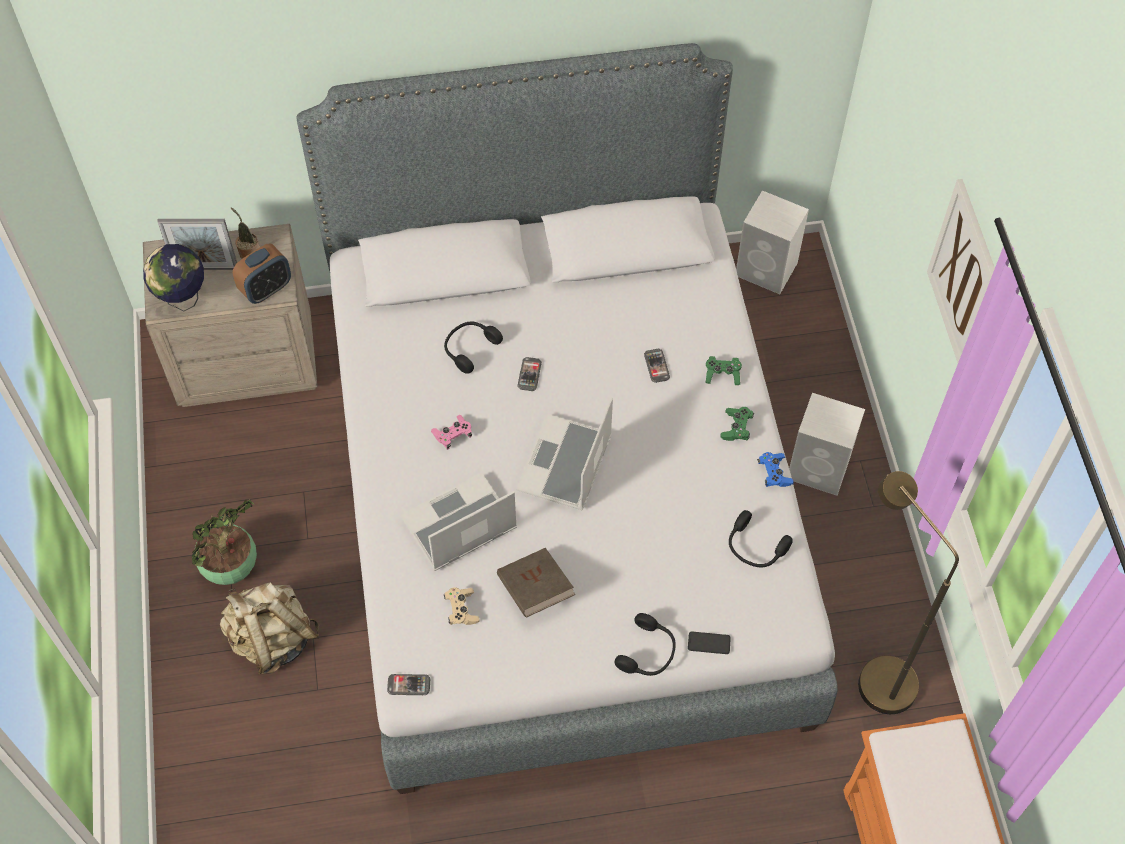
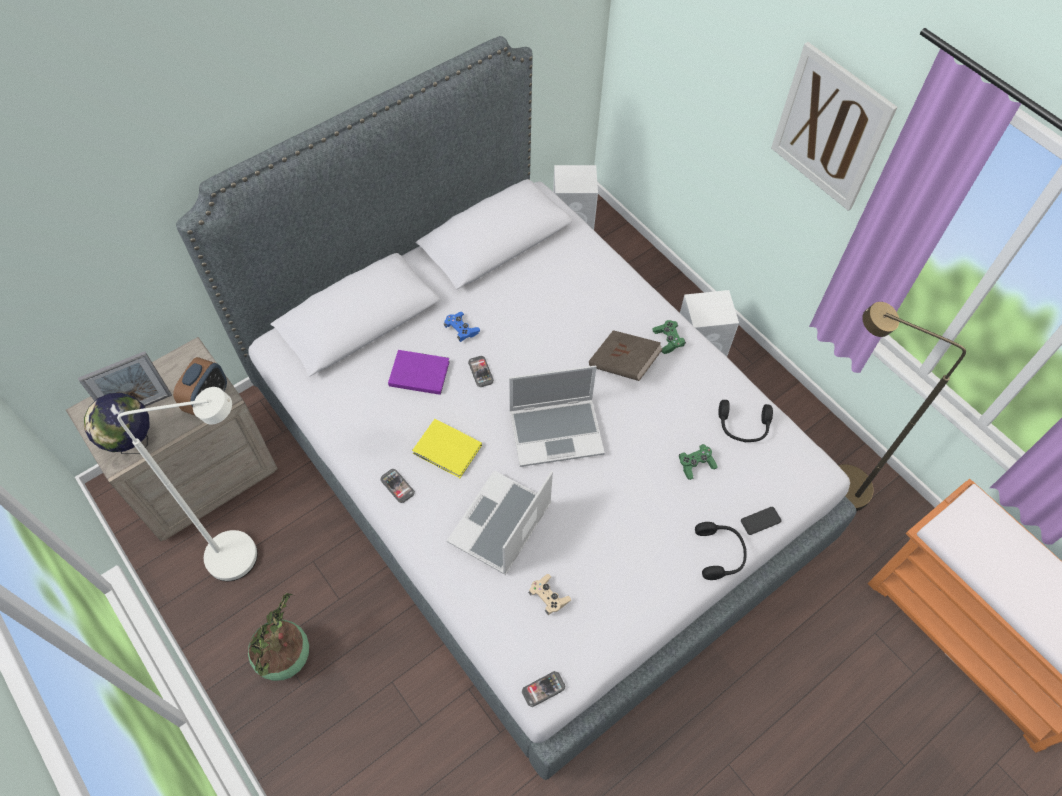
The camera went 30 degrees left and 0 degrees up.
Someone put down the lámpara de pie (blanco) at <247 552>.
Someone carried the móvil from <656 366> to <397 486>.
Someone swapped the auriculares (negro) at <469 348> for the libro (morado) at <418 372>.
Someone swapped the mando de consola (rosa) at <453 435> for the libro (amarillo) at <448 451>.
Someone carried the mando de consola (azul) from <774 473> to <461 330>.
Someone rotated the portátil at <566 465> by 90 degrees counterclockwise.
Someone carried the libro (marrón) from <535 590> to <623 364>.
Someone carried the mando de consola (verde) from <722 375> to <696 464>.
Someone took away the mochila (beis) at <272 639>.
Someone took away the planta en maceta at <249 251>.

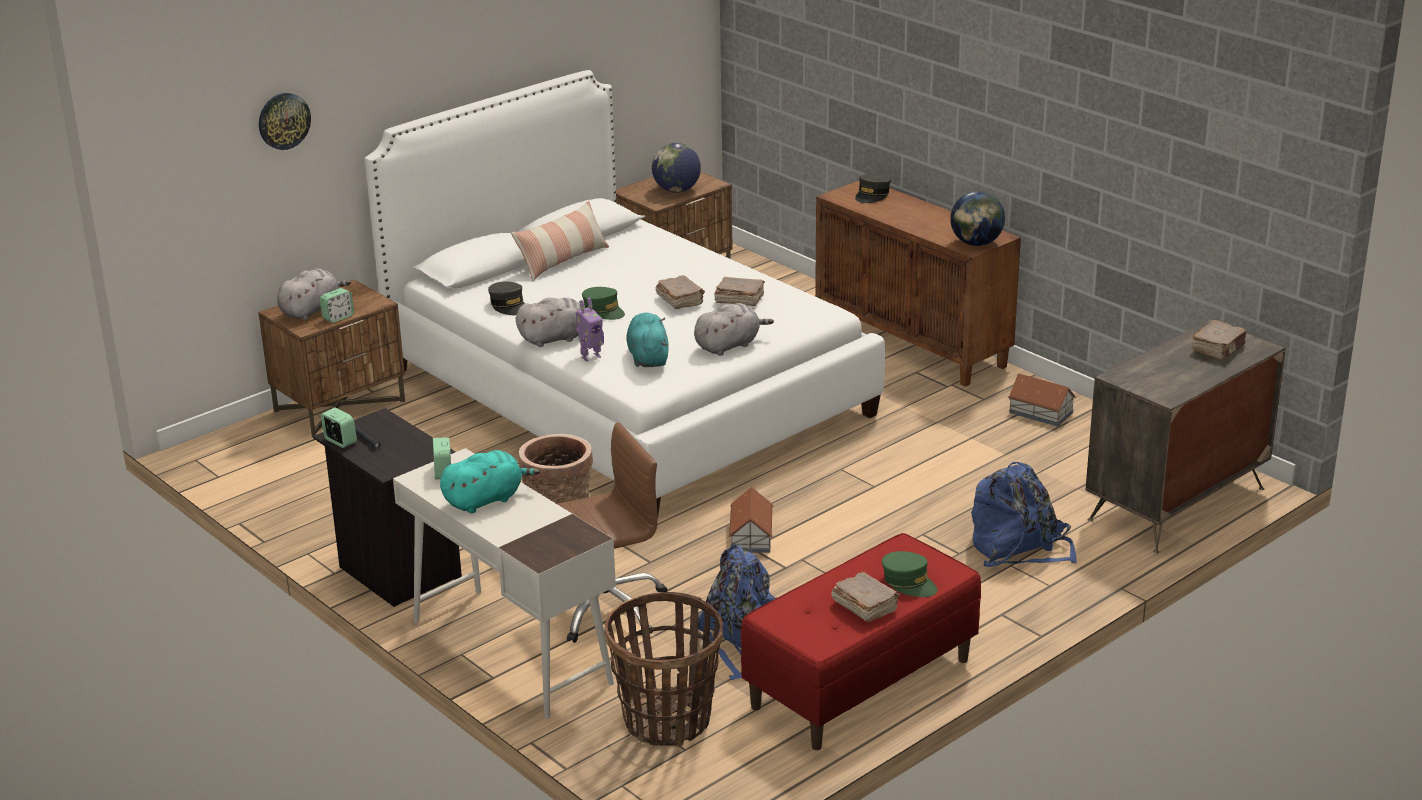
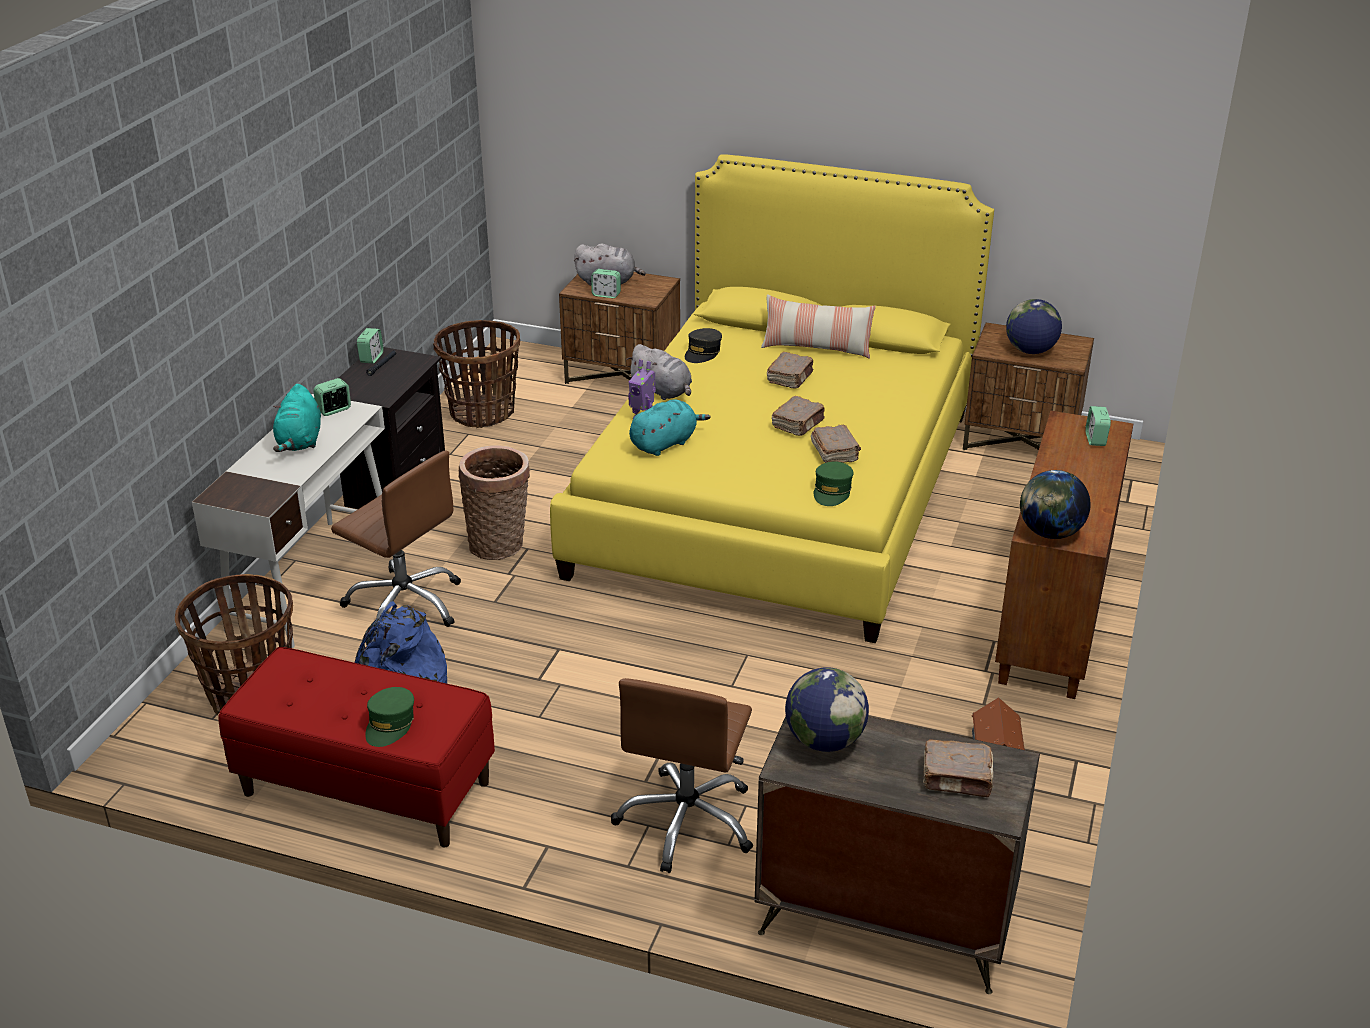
The camera went 60 degrees right and 5 degrees up.
Someone rotated the peluche (turquesa) at <486 500> by 60 degrees clockwise.
Someone put down the cesta at <482 413>.
Someone repainted the cama (blanco) at <626 391>, which became the cama (amarillo) at <777 491>.
Someone swapped the mochila (azul) at <1019 548> for the silla de oficina (marrón) at <687 821>.
Someone carried the libro (marrón) from <864 606> to <790 378>.
Someone put down the globo terráqueo at <824 741>.
Someone carried the gorra (verde) from <603 310> to <832 491>.
Someone swapped the gorra (gris) at <872 195> for the despertador at <1095 439>.
Someone took away the reloj de pared at <283 120>.
Someone took away the peluche (gris) at <729 345>.
Someone took away the casita at <750 536>.

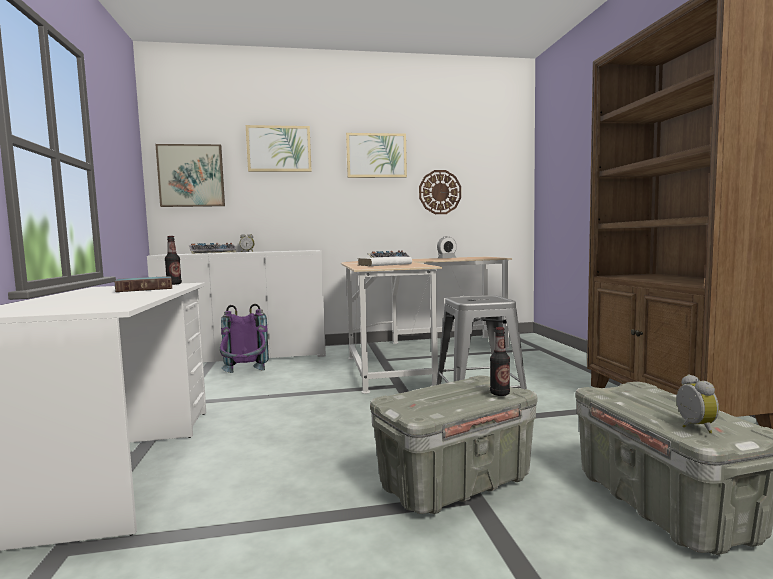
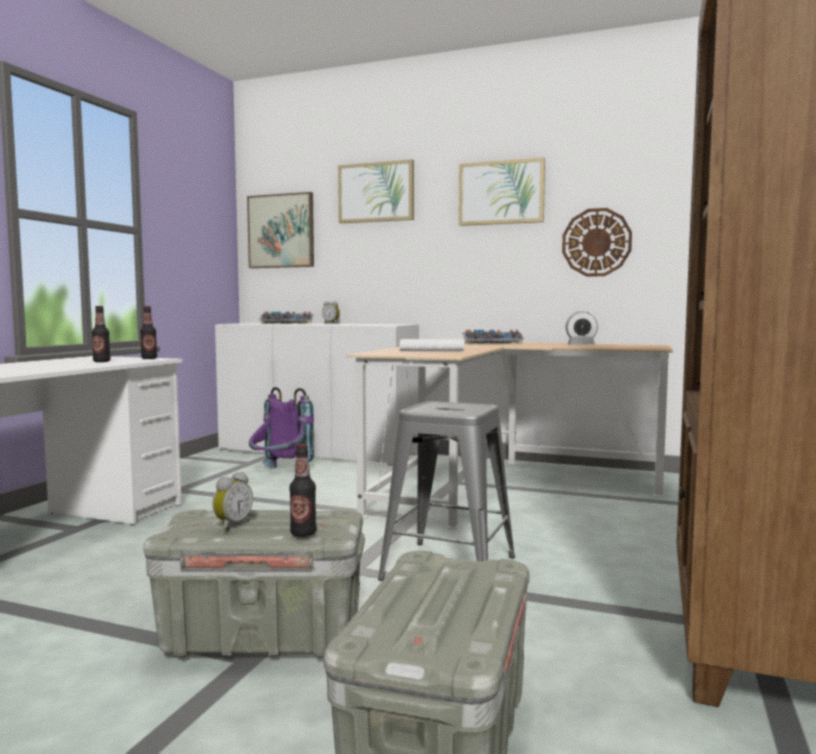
The camera went 30 degrees right and 0 degrees up.
Someone swapped the libro at <146 289> for the botella at <101 361>.
Someone carried the despertador from <693 427> to <231 525>.

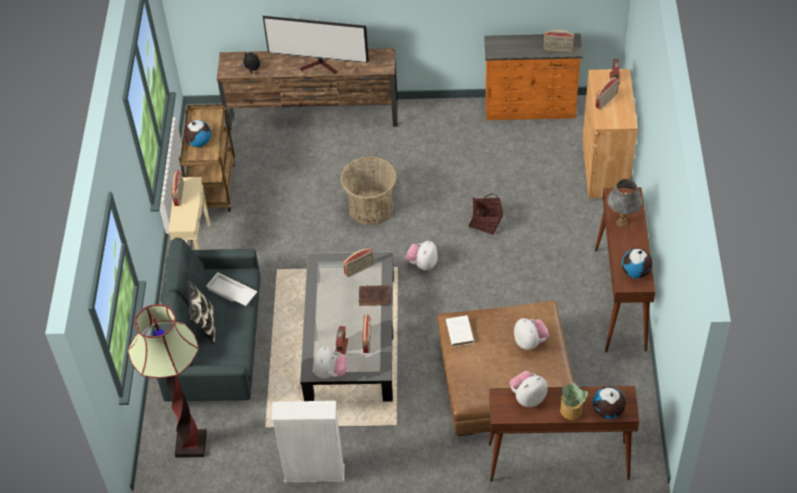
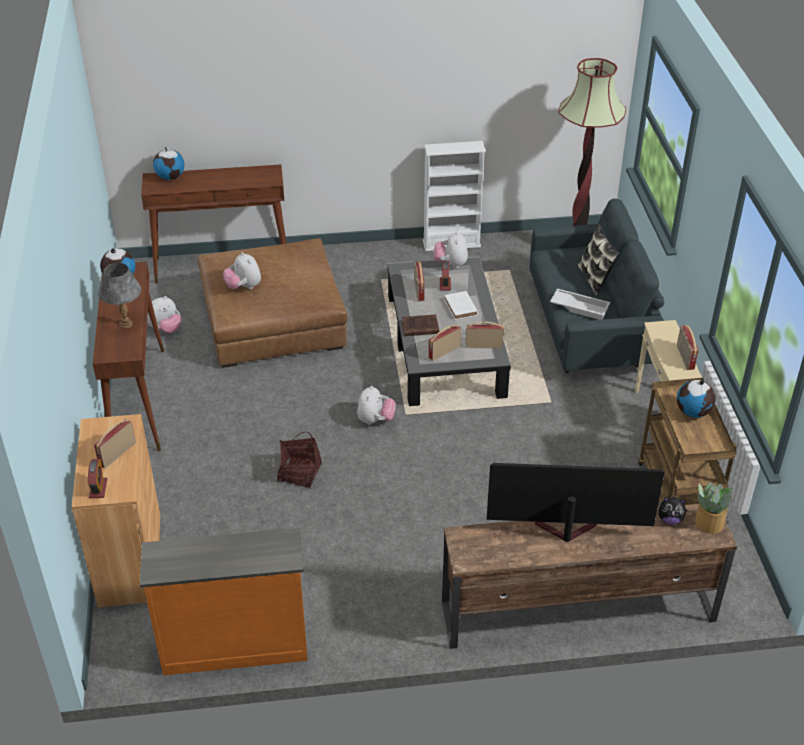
The camera went 170 degrees right and 10 degrees down.
Someone carried the peluche from <527 397> to <165 329>.
Someone carried the libro (blanco) from <459 331> to <461 308>.
Someone carried the radio from <558 49> to <484 345>.
Someone carried the planta en maceta from <571 411> to <708 523>.
Someone took away the cesta at <371 207>.

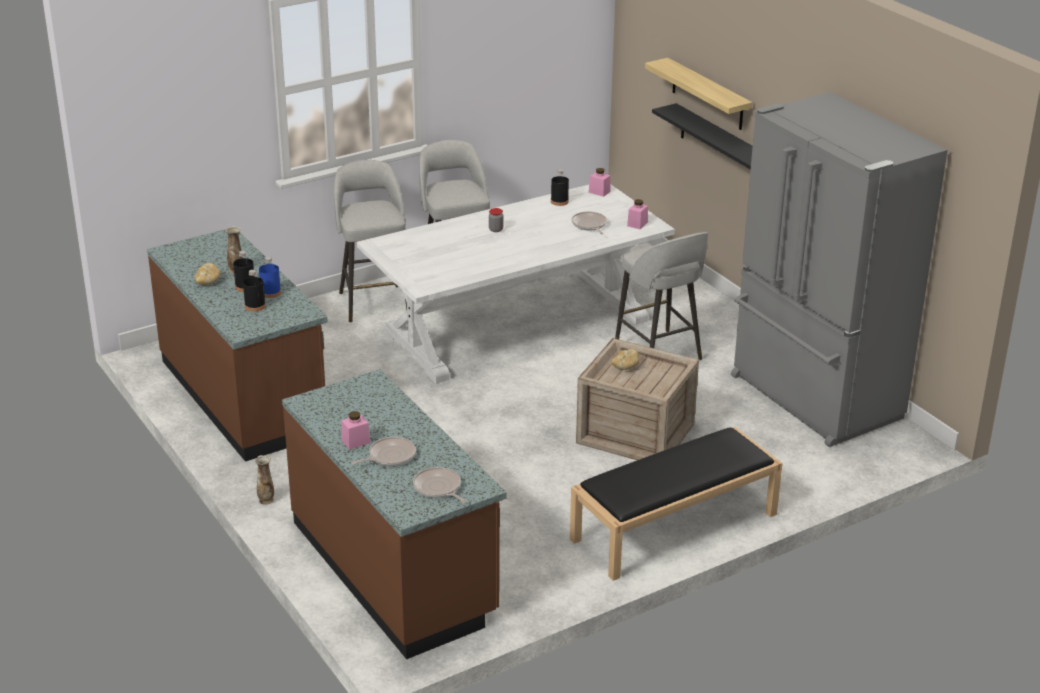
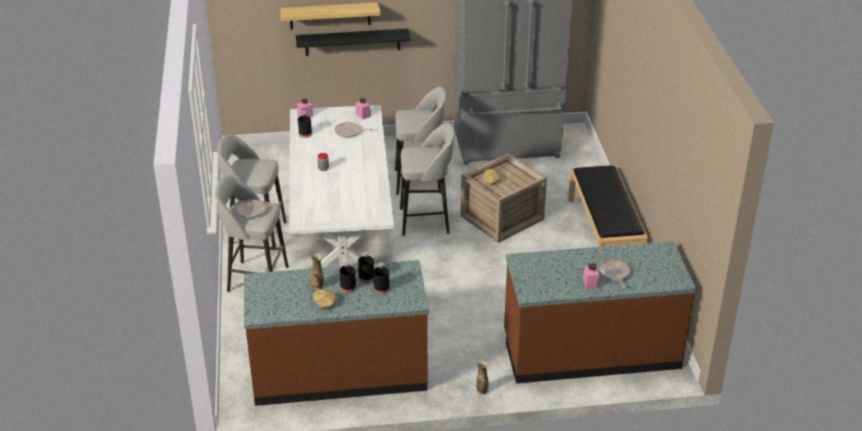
The camera went 65 degrees left and 5 degrees up.
Someone carried the sartén from <438 488> to <253 211>.
Someone repainted the botella (azul) at <270 293>, which became the botella (negro) at <366 277>.
Someone put down the taburete (gris) at <426 221>.

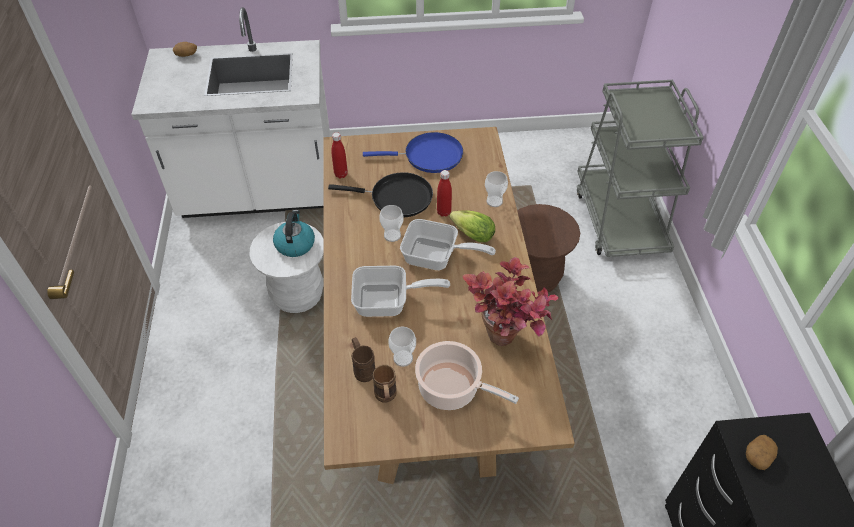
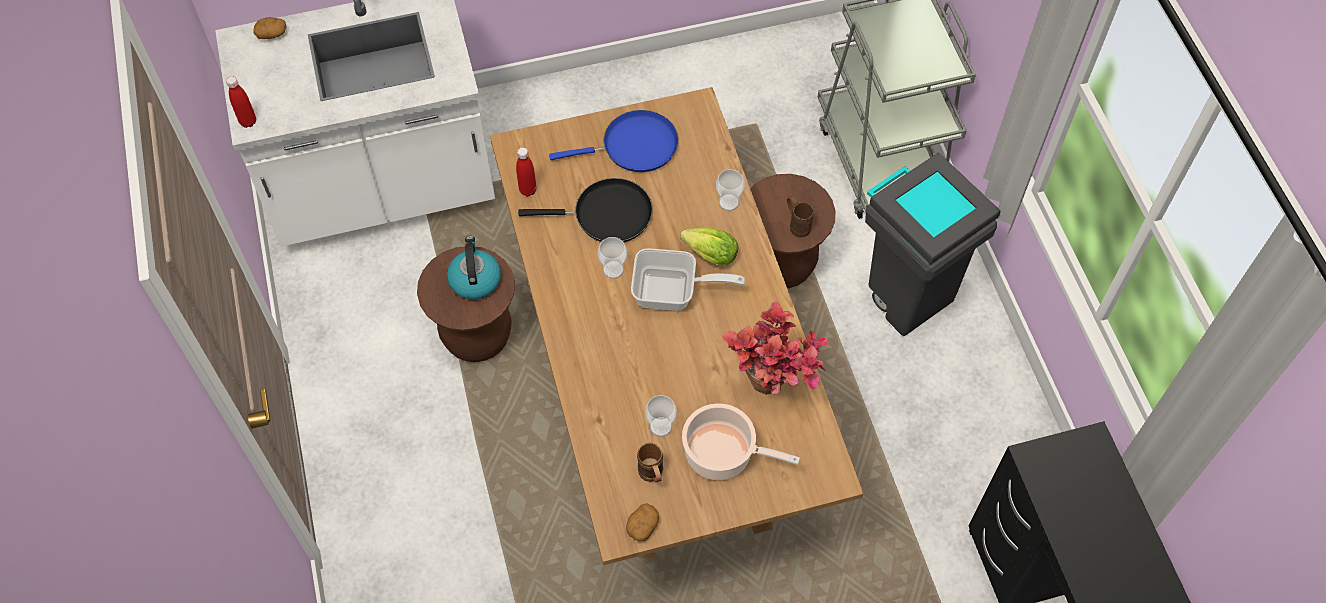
The camera went 10 degrees left and 10 degrees up.
Someone carried the botella (rojo) from <444 212> to <248 122>.
Someone repainted the taburete (blanco) at <298 295>, which became the taburete (marrón) at <477 336>.
Someone carried the patata from <757 456> to <642 526>.
Someone carried the taza grande (marrón) from <362 368> to <797 225>.
Someone put down the papelera (gris) at <904 295>.
Someone took away the sartén at <389 302>.

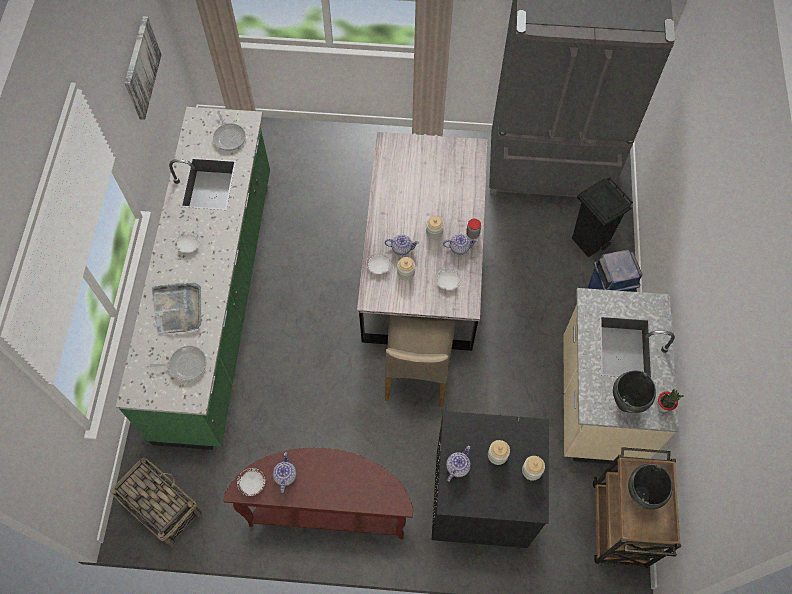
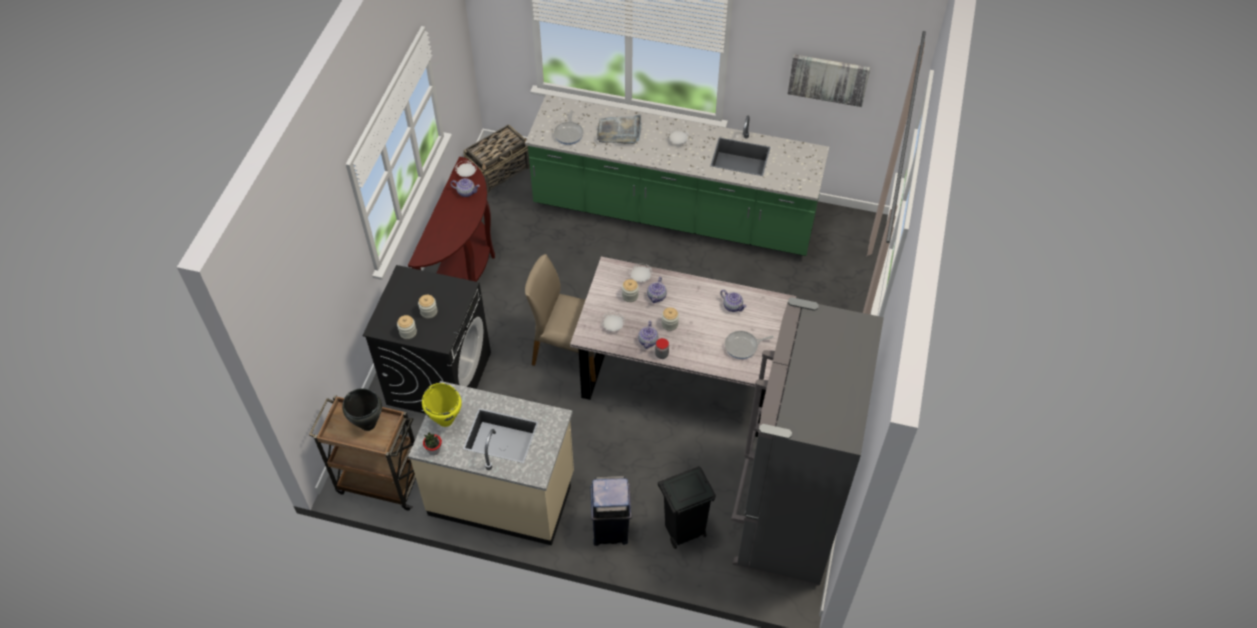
The camera went 100 degrees right and 10 degrees down.
Someone repainted the olla (negro) at <624 404>, which became the olla (amarillo) at <446 419>.
Someone carried the tetera from <457 466> to <733 306>.
Someone carried the sartén from <229 137> to <743 346>.

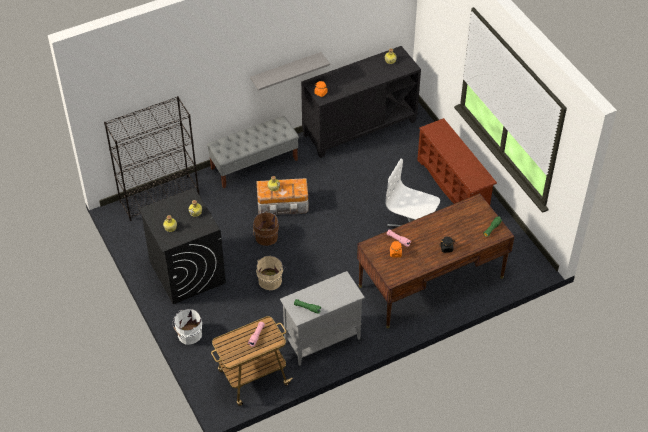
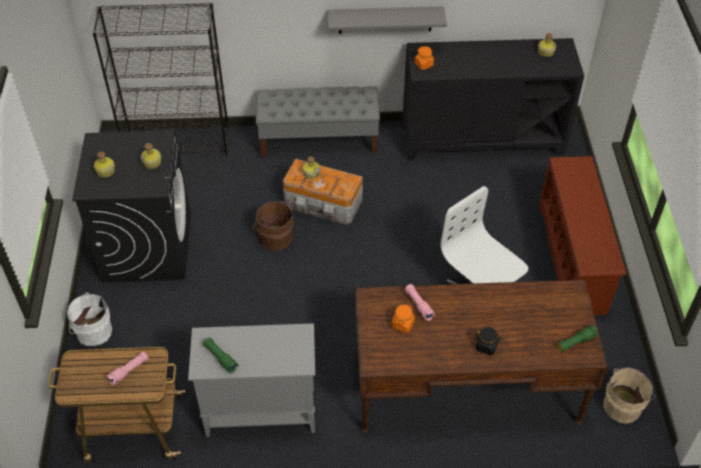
The camera went 25 degrees right and 0 degrees up.
Someone carried the cubo (beis) from <270 280> to <623 405>.

